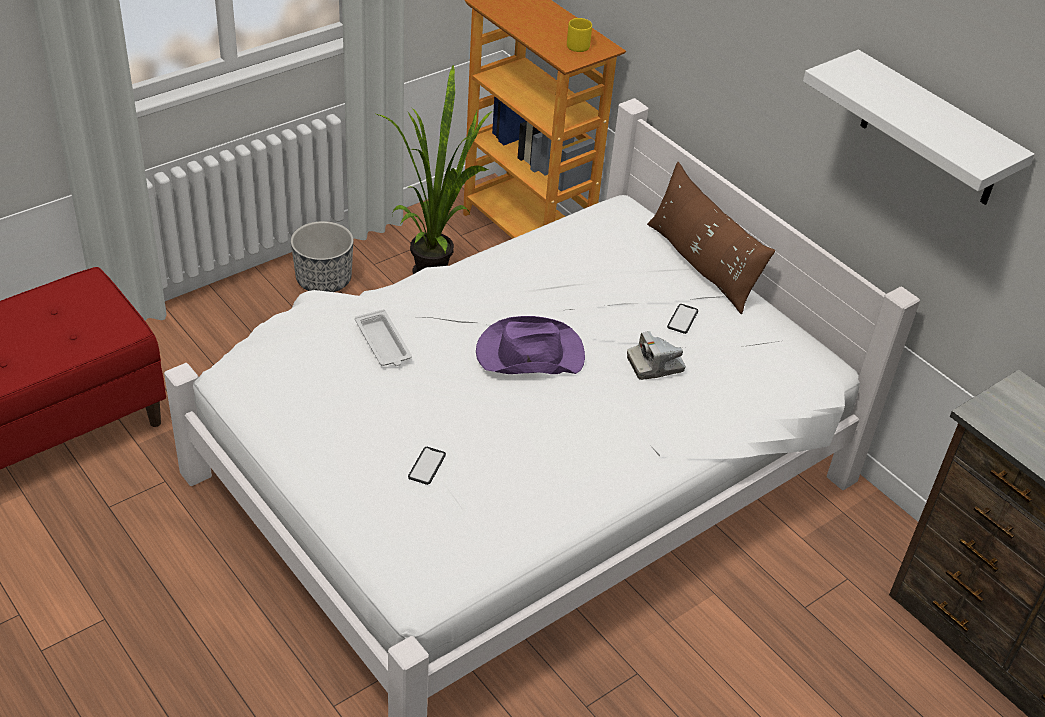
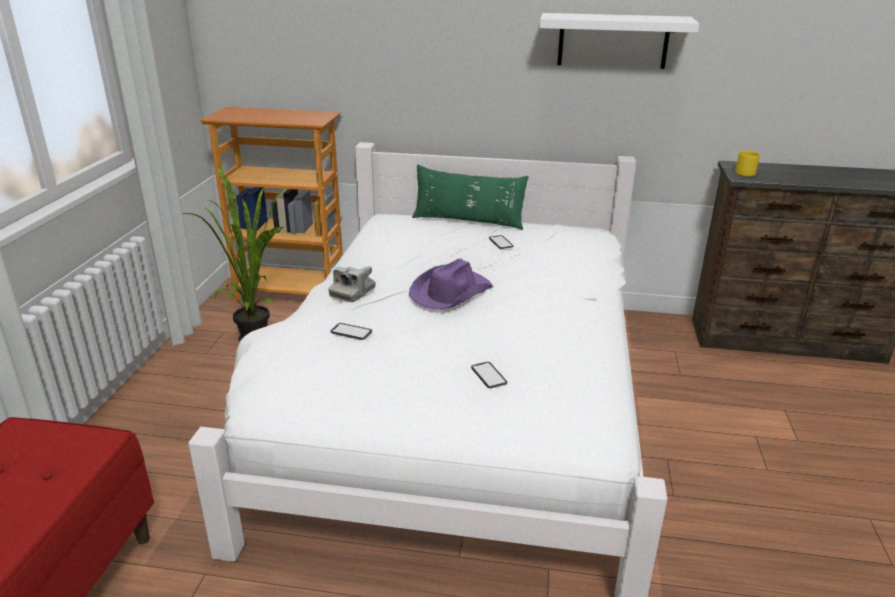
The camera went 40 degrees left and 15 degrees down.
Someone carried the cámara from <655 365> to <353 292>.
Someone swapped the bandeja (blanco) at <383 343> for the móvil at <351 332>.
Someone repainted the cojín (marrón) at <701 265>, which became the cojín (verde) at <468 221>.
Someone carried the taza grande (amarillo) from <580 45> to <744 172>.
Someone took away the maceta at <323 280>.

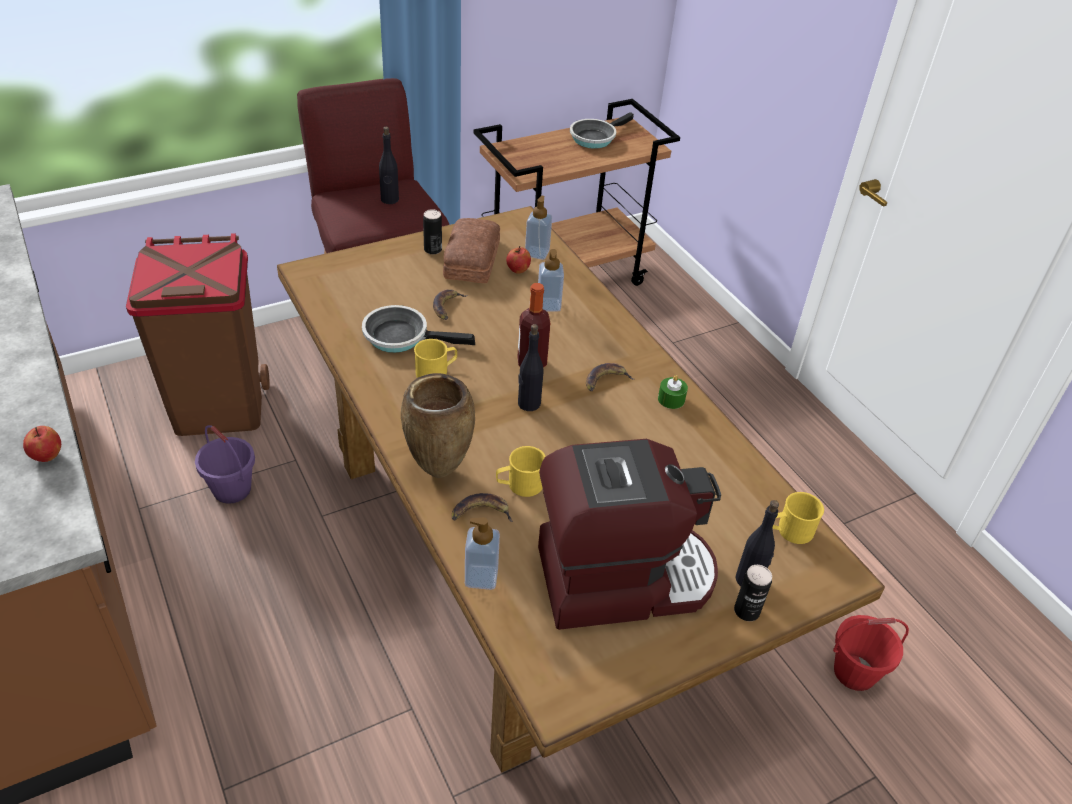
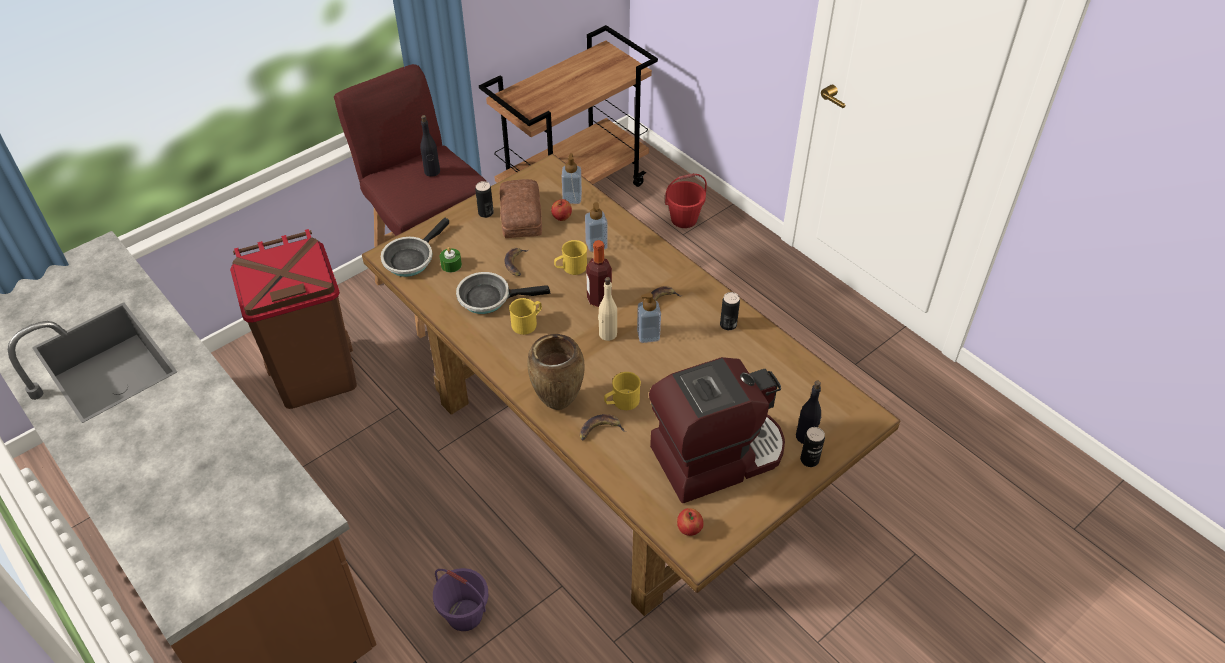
The camera went 10 degrees left and 5 degrees up.
Someone carried the sartén from <595 137> to <411 259>.
Someone carried the cubo (morado) from <231 489> to <464 615>.
Someone carried the vela (verde) from <671 399> to <451 265>.
Someone carried the taza grande (amarillo) from <789 531> to <570 268>.
Someone repainted the botella (negro) at <528 403>, which became the botella (beis) at <607 334>.
Someone carried the dispensador de jabón from <481 577> to <648 335>.
Someone carried the cubo (rojo) from <854 672> to <684 219>.
Someone carried the manzana from <47 456> to <689 529>.
Someone put down the lata at <728 324>.

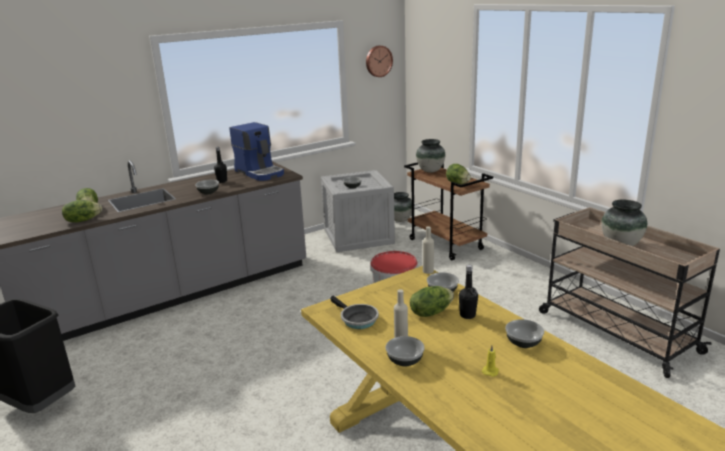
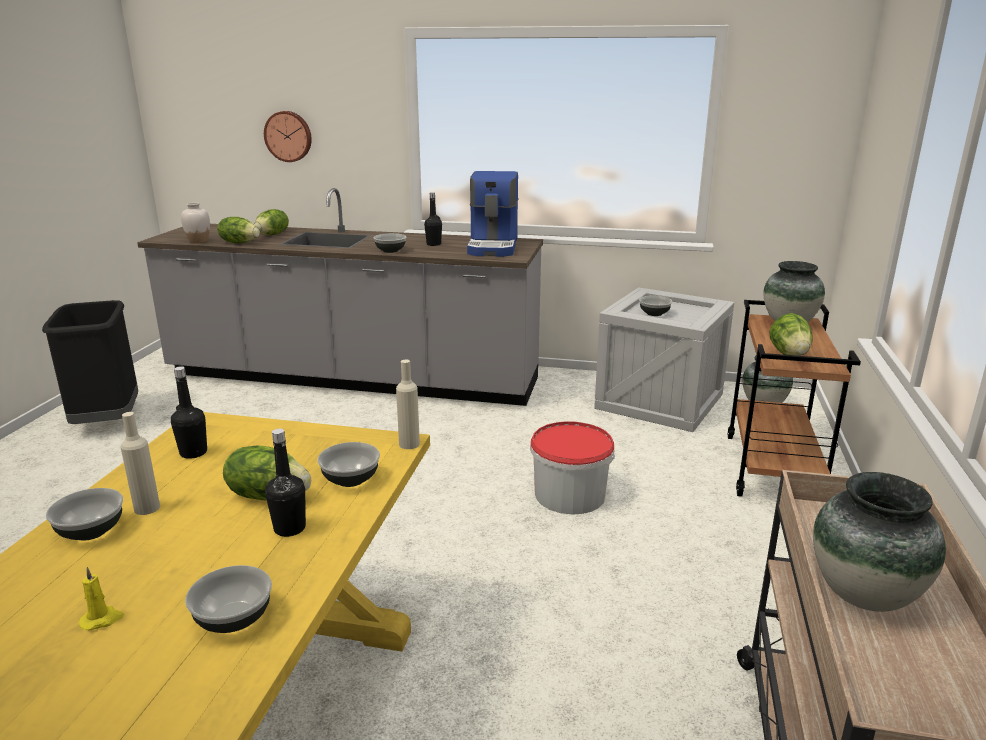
The camera went 45 degrees right and 0 degrees up.
Someone swapped the sartén at <357 319> for the botella (negro) at <193 453>.
Someone put down the florero (blanco) at <198 241>.
Someone carried the reloj de pared from <378 61> to <288 136>.

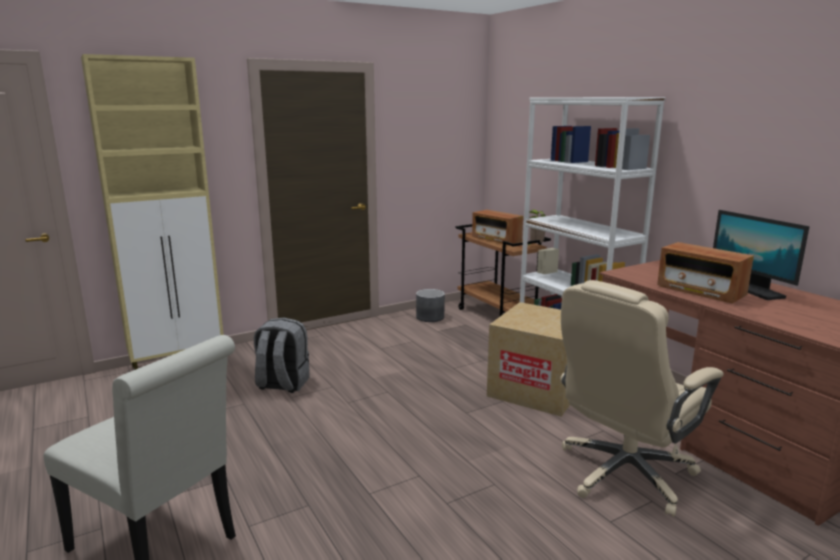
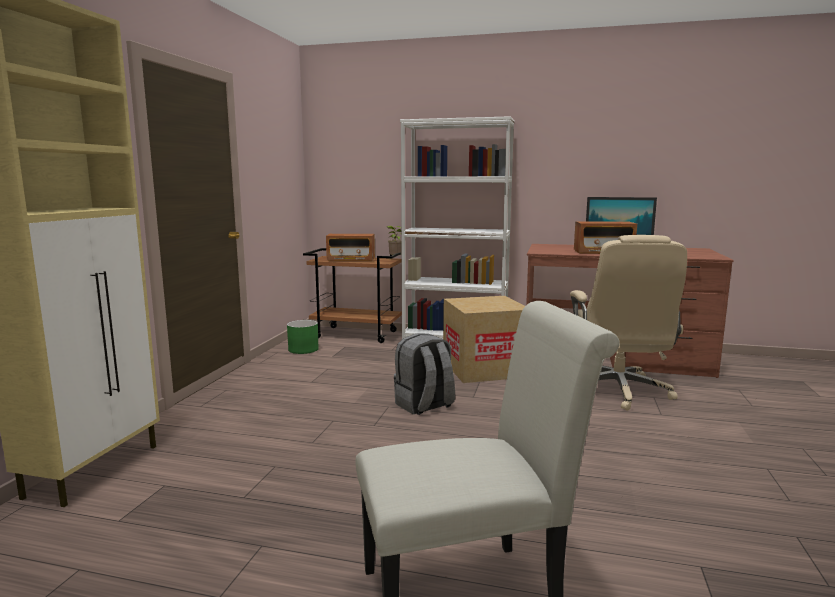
The camera went 45 degrees left and 5 degrees down.
Someone repainted the maceta (gris) at <430 317>, which became the maceta (verde) at <303 349>.
Someone carried the mochila (gris) from <282 384> to <424 405>.

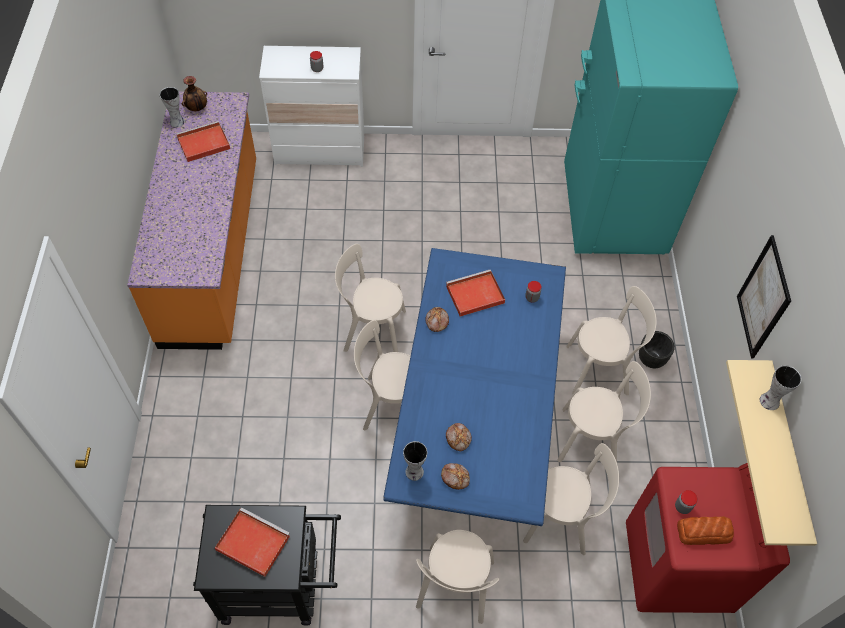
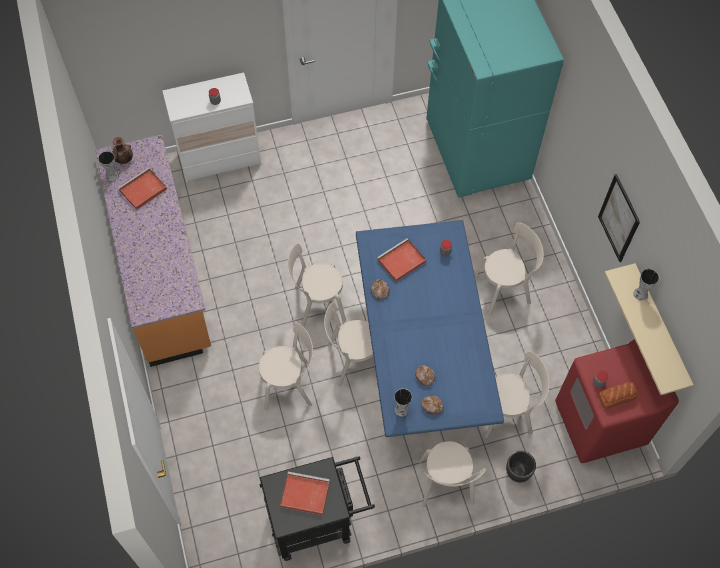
The camera went 15 degrees left and 5 degrees up.
Someone carried the silla (beis) from <593 440> to <289 385>.
Someone carried the maceta (negro) from <651 359> to <517 472>.

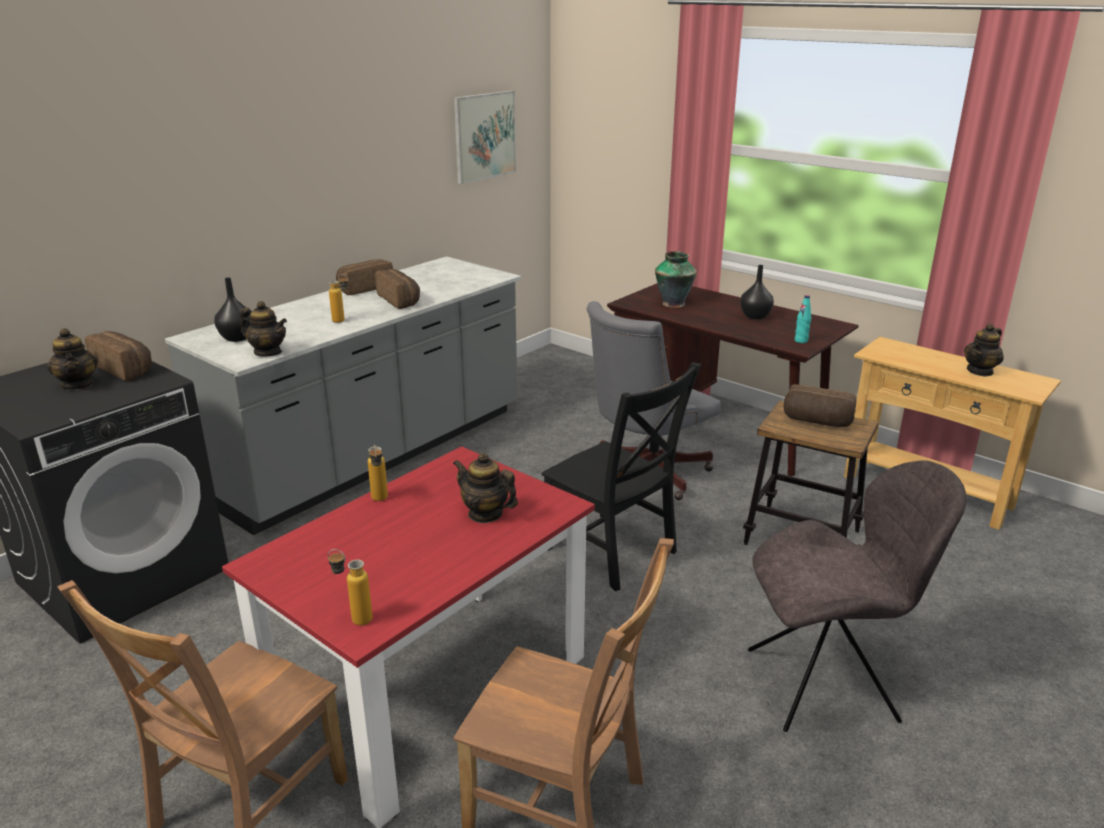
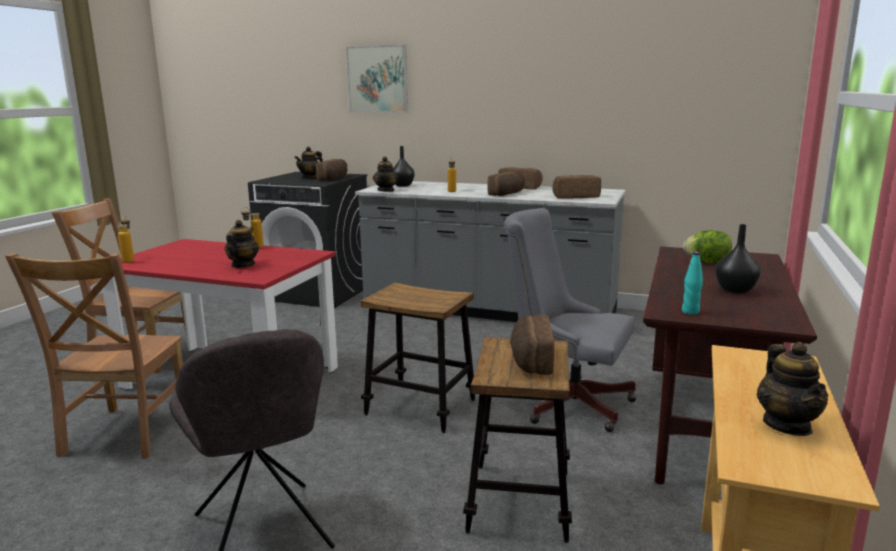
The camera went 70 degrees right and 10 degrees down.
Someone carried the cuadro from <484 136> to <377 79>.
Someone swapped the silla (negro) at <613 553> for the taburete at <420 407>.
Someone put down the pan at <575 197>.
Someone swapped the florero at <674 303> for the lechuga at <707 262>.
Someone rotated the tetera at <980 371> by 120 degrees counterclockwise.

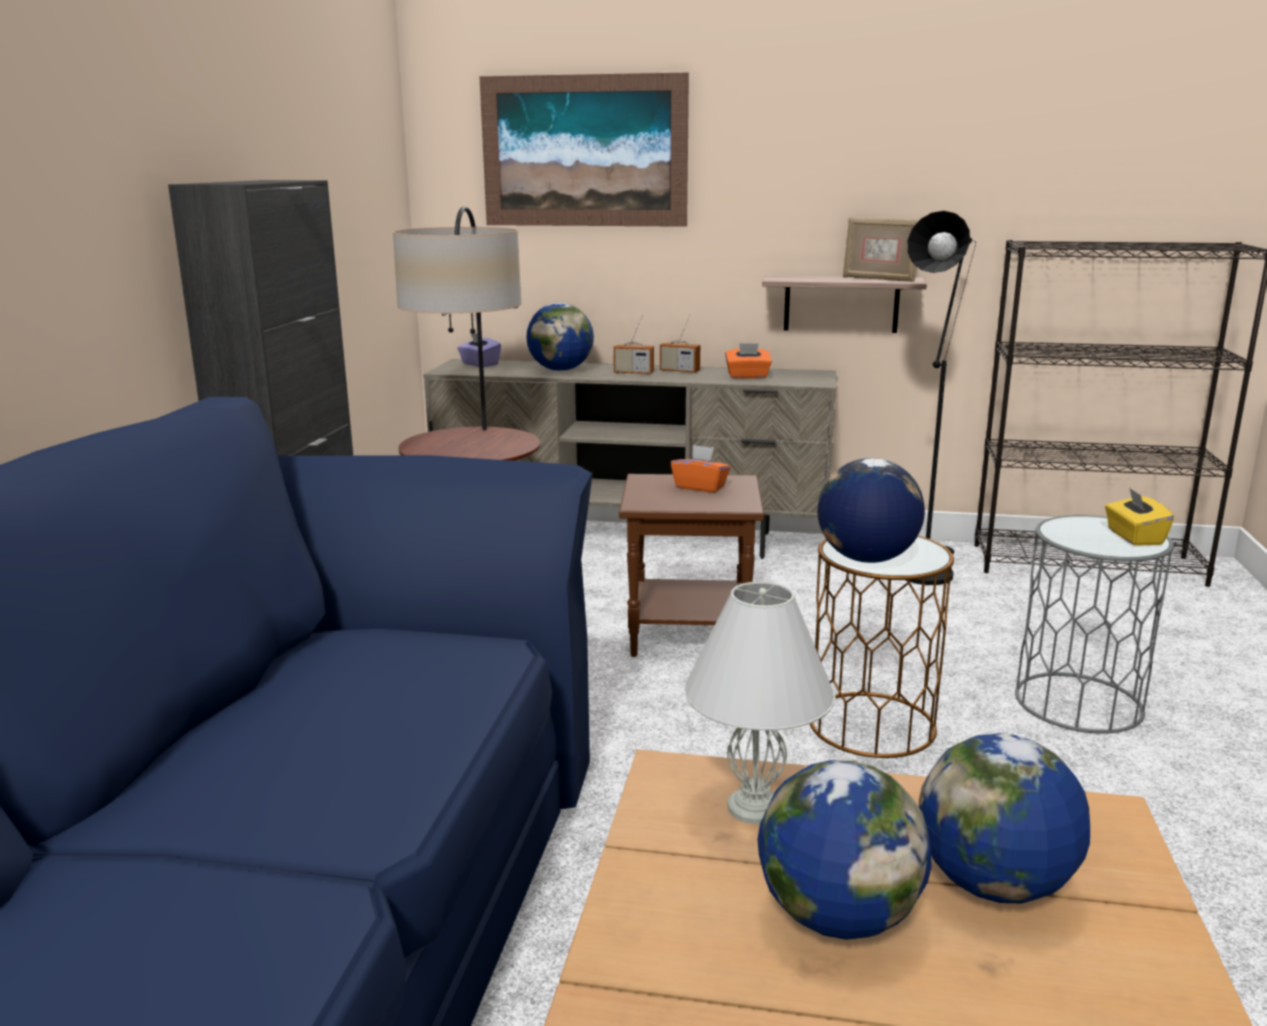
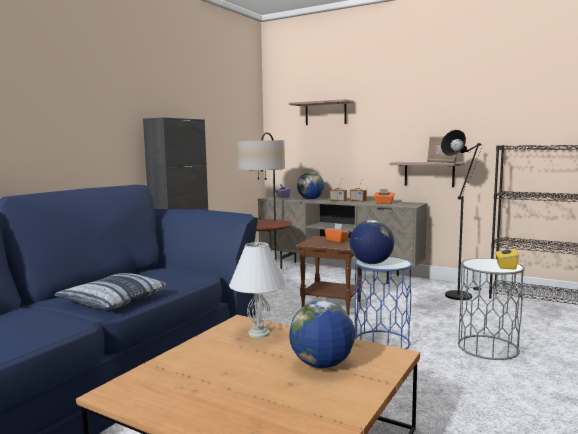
The camera went 20 degrees right and 10 degrees down.
Someone put down the cojín at <113 301>.
Someone swapped the cuadro at <584 151> for the estante at <325 113>.
Someone repainted the mesa auxiliar (marrón) at <872 724>, which became the mesa auxiliar (azul) at <382 342>.
Someone took away the globo terráqueo at <838 917>.

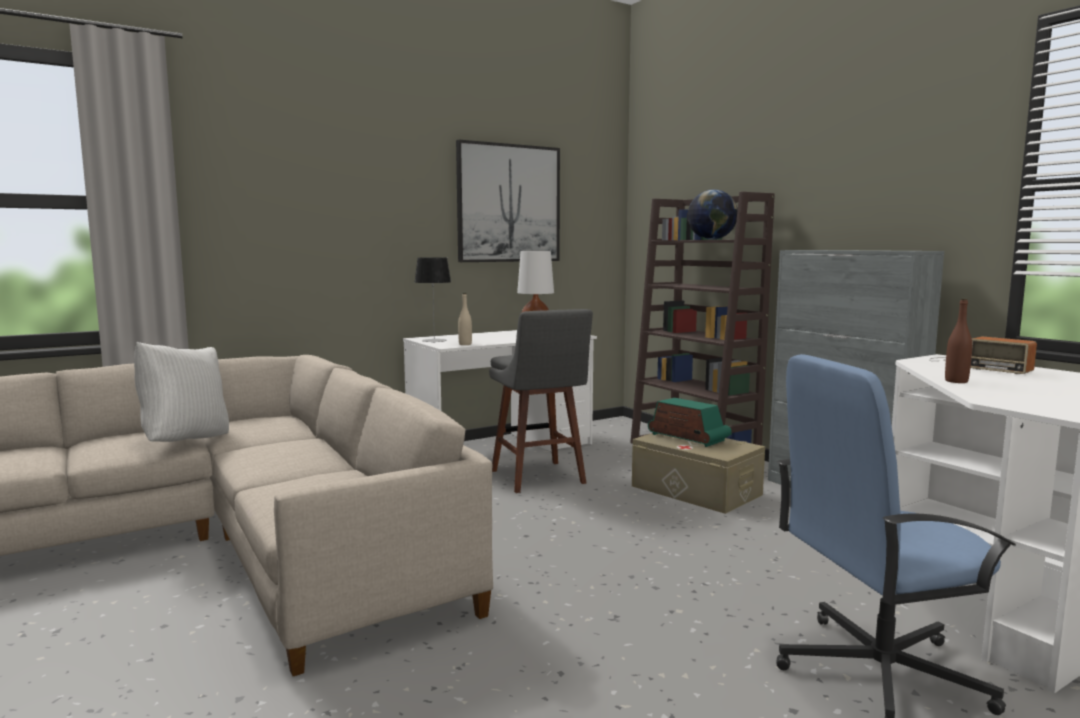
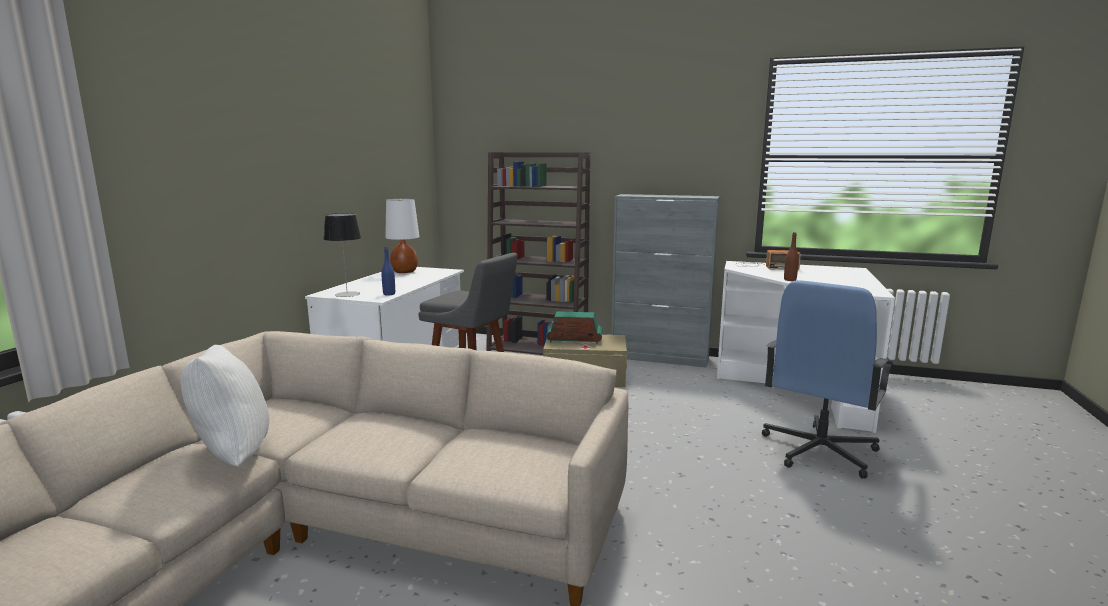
The camera went 40 degrees left and 5 degrees up.
Someone repainted the botella (beis) at <465 344>, which became the botella (azul) at <389 294>.
Someone took away the cuadro at <508 203>.
Someone took away the globo terráqueo at <711 239>.

